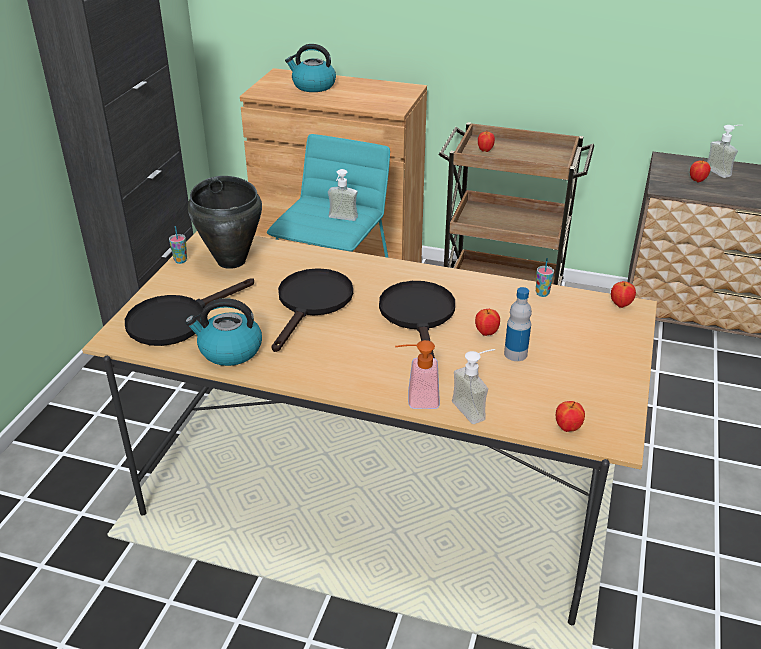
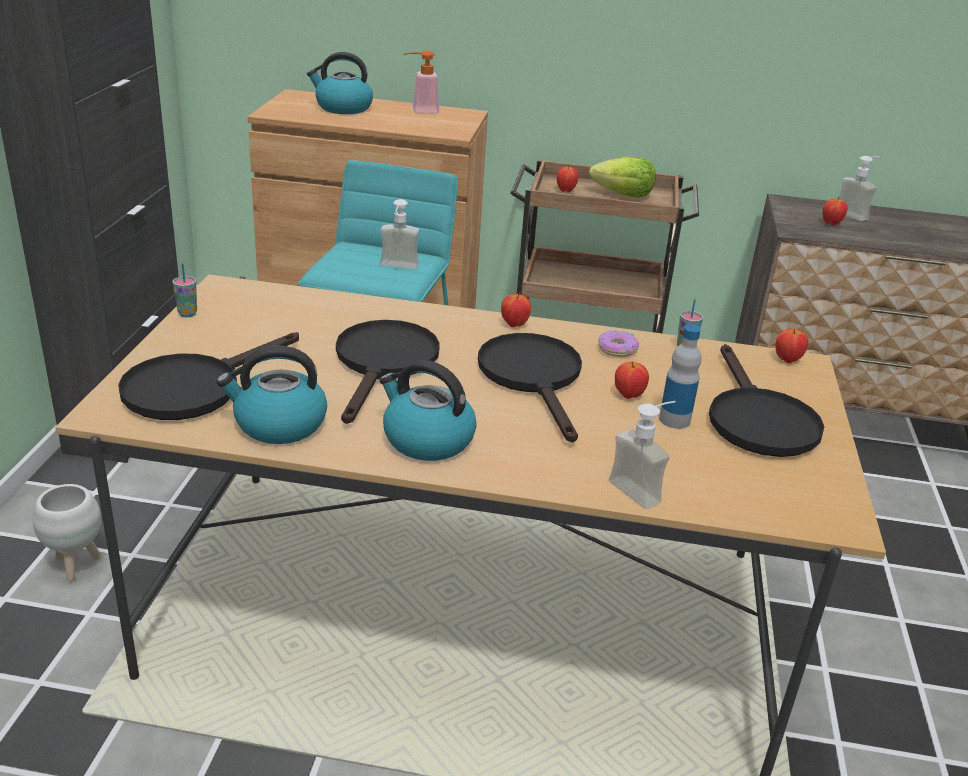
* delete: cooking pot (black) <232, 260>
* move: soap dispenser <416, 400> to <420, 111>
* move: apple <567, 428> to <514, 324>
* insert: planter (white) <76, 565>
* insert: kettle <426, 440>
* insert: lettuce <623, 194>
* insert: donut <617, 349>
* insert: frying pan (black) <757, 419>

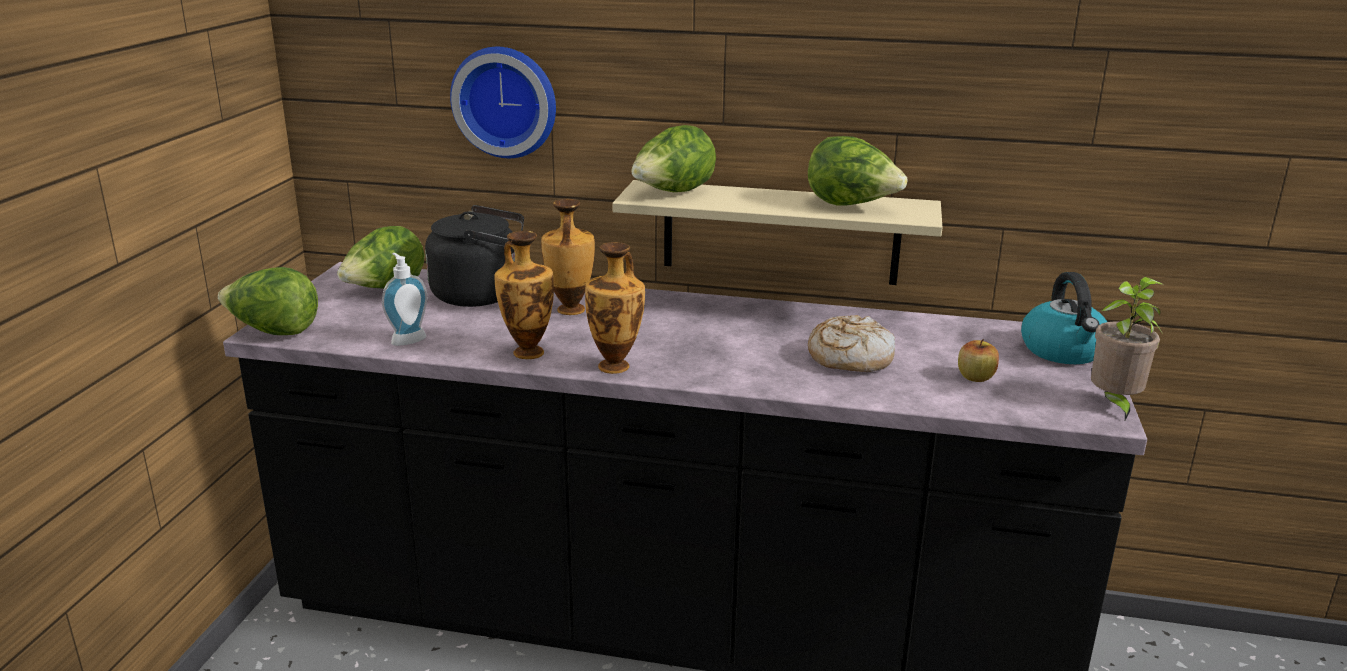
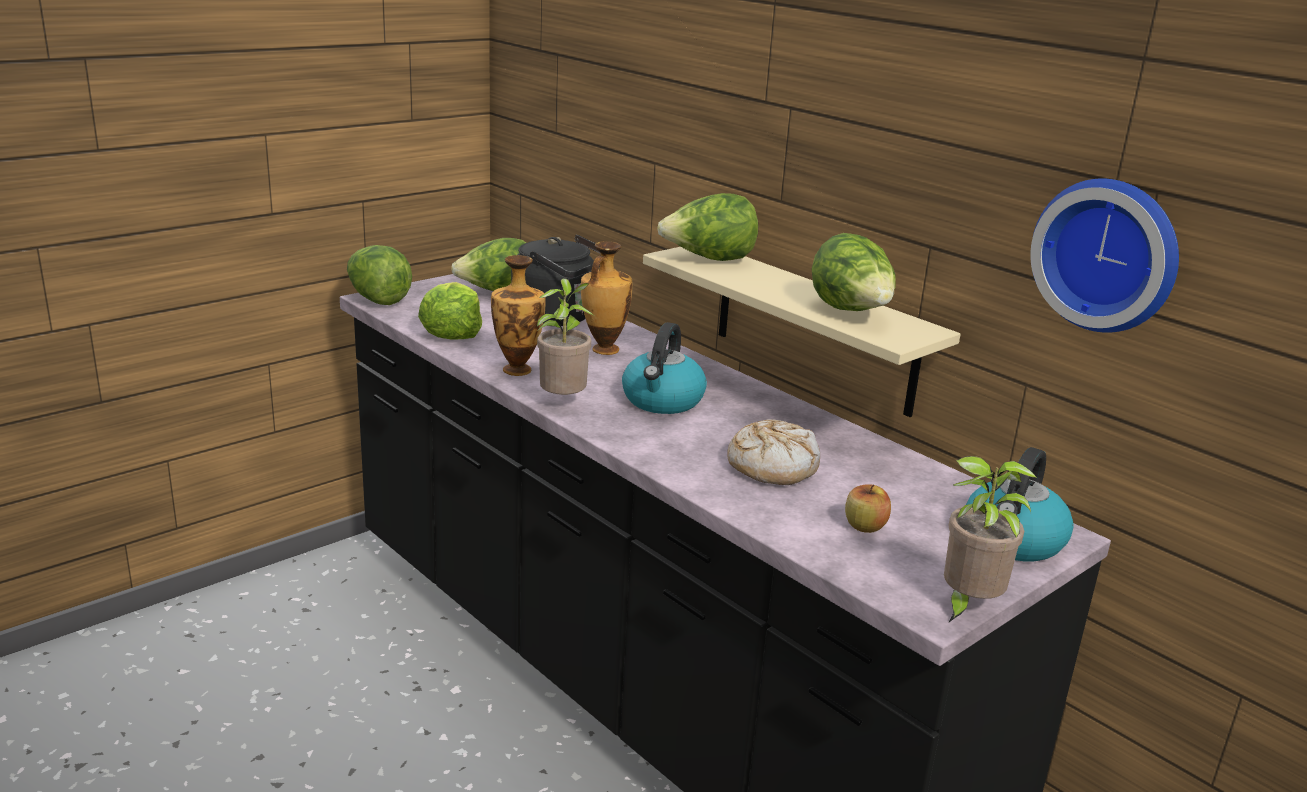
* replace: soap dispenser <407, 339> to lettuce <451, 332>
* move: wall clock <506, 101> to <1108, 254>
* replace: vase <616, 366> to potted plant <563, 402>
* insert: kettle <663, 401>

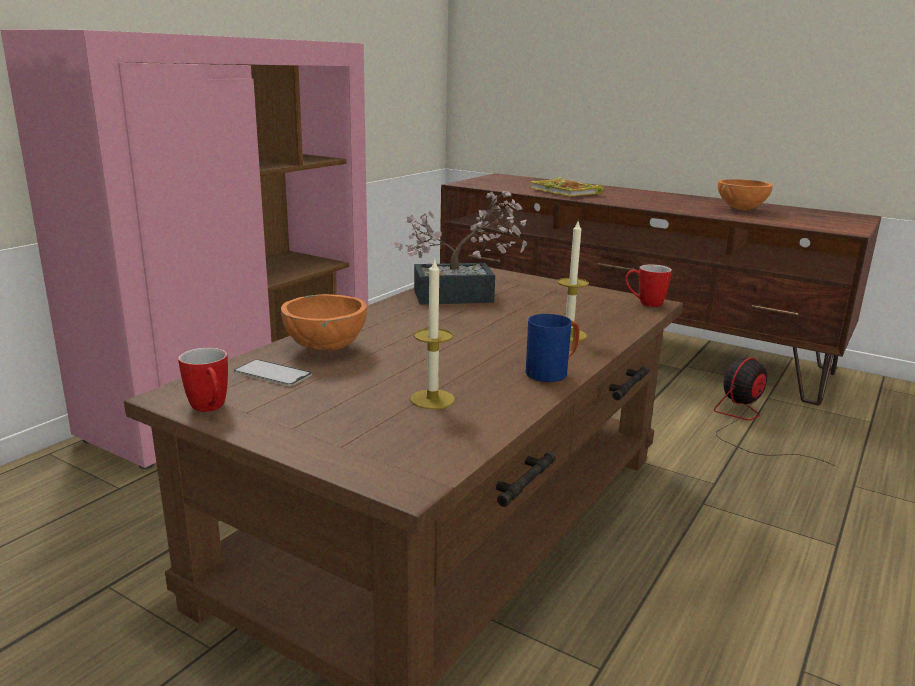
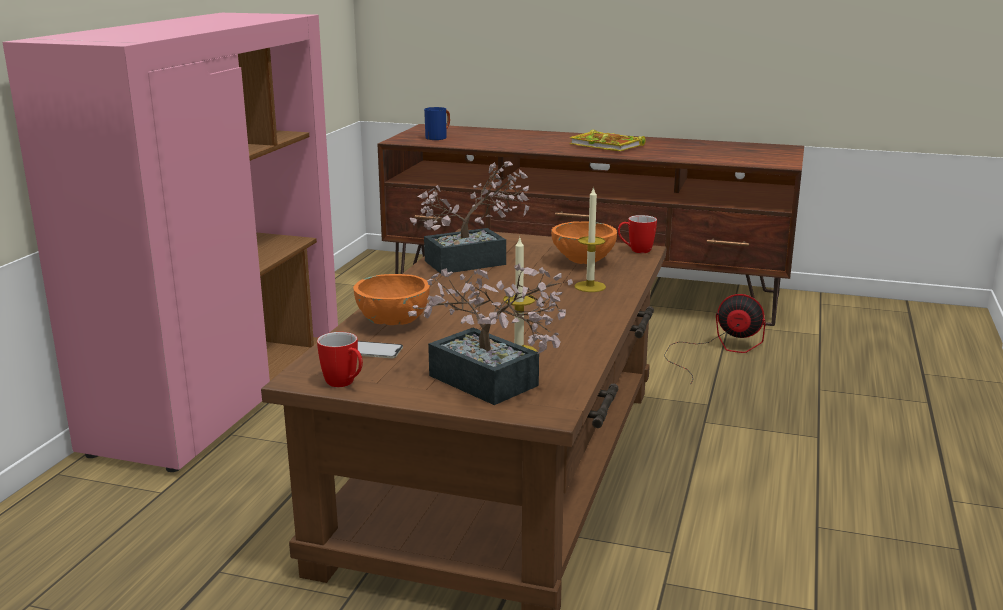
* move: mug (blue) <552, 373> to <439, 137>
* move: book <566, 192> to <608, 145>
* rotate: fan <747, 423> = <718, 350> 75 degrees clockwise
* move: bowl (orange) <741, 209> to <583, 262>
* insert: potted plant <491, 385>

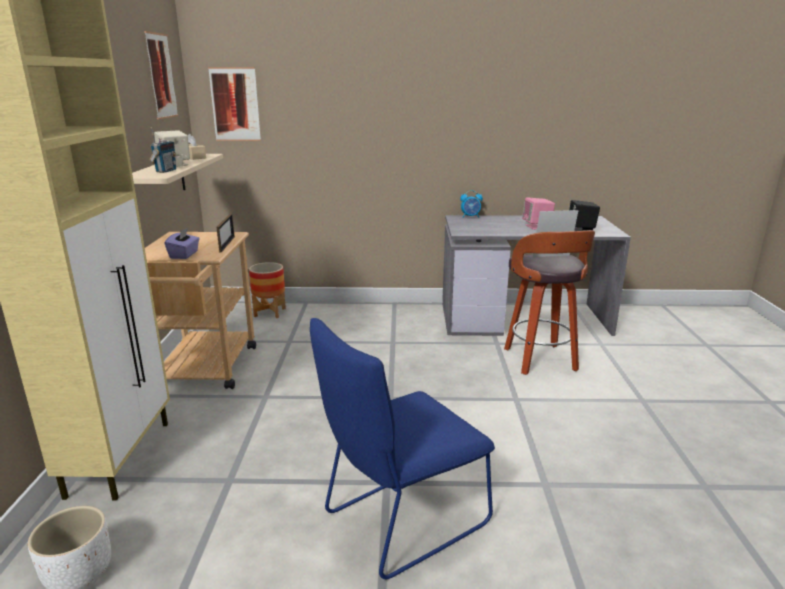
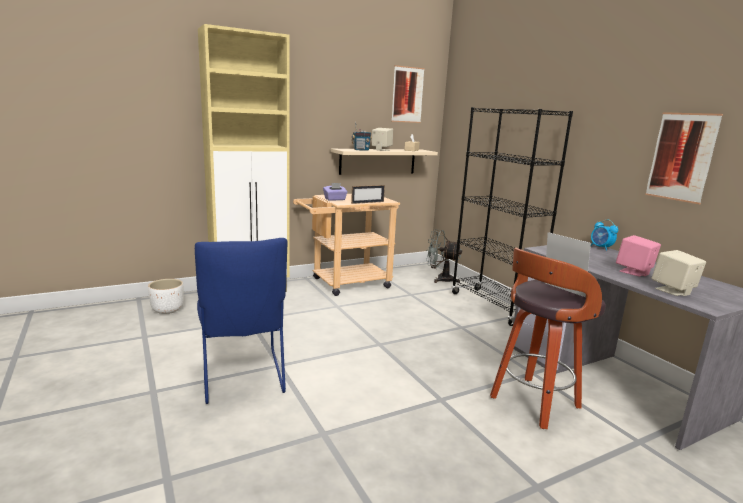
* move: picture <235, 104> to <681, 157>
* replace: planter <270, 312> to fan (grey) <440, 279>
* rotate: chair (blue) <400, 521> = <243, 378> 135 degrees counterclockwise
* recolor: speaker (black) <581, 230> to speaker (beige) <673, 291>
* insert: bookcase (black) <493, 306>

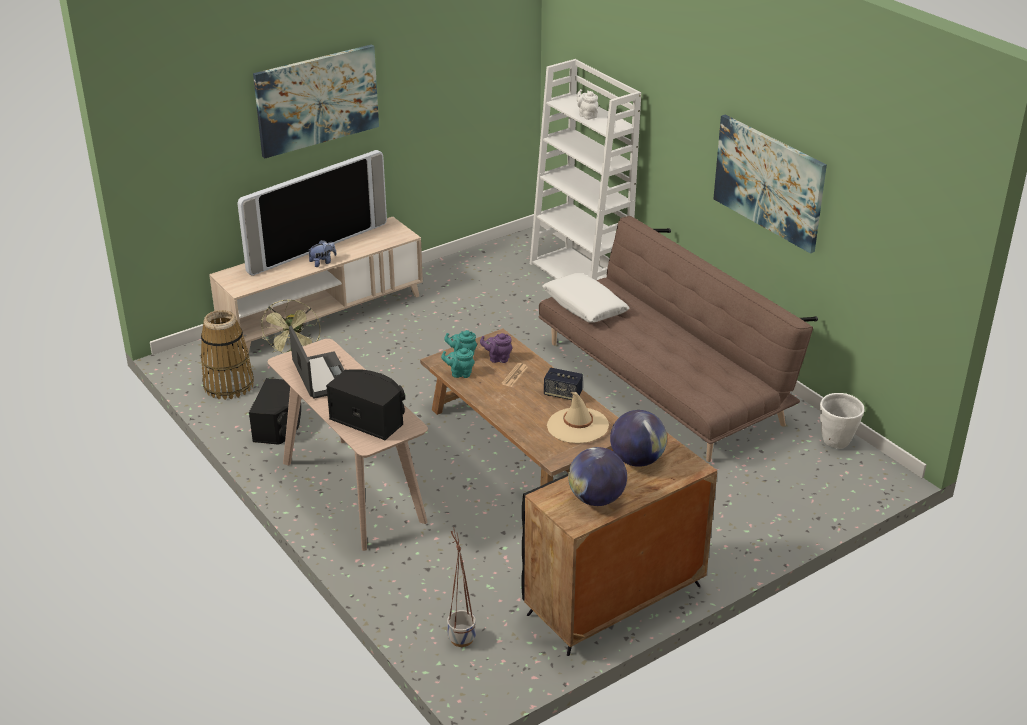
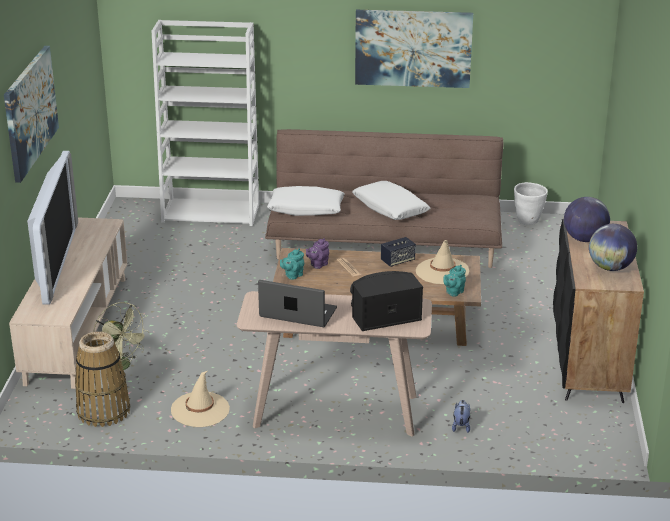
* replace: speaker (black) <279, 426> to hat (beige) <200, 410>
* move: plush toy <323, 262> to <461, 426>
* move: teapot (turquoise) <460, 373> to <453, 292>
* delete: planter <461, 638>
* delete: teapot (white) <587, 115>
* insert: pillow (white) <390, 208>

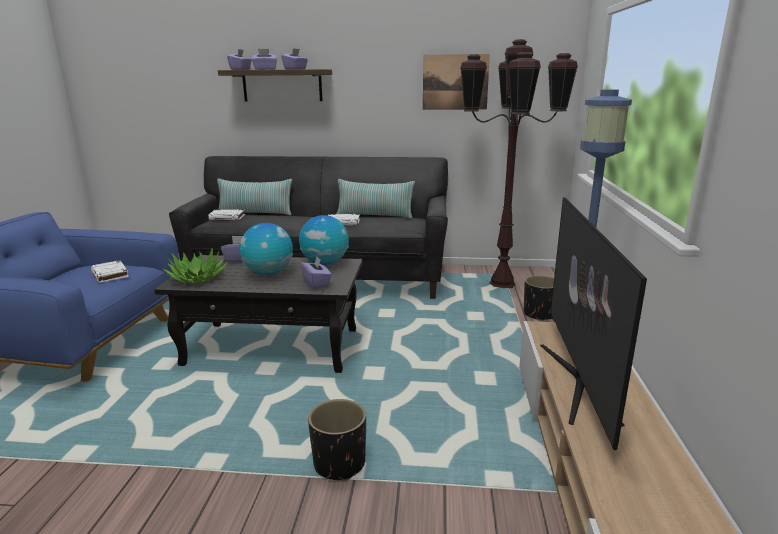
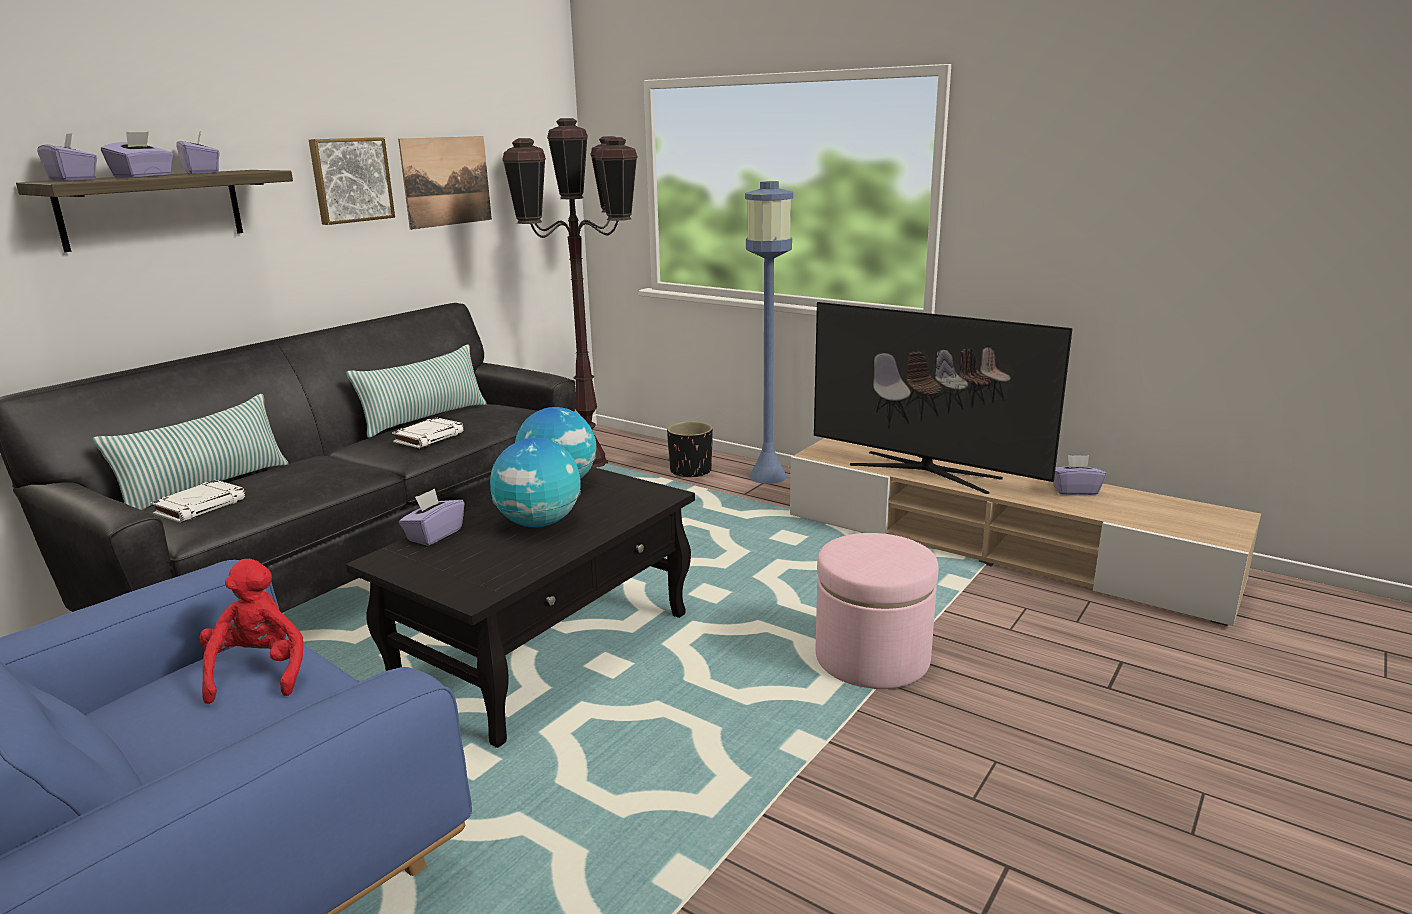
* replace: book (white) <110, 274> to plush toy (red) <259, 672>
* delete: potted plant <197, 278>
* move: tissue box (purple) <316, 283> to <1075, 490>
* replace: planter (black) <339, 464> to ottoman (pink) <872, 658>
* insert: picture <350, 180>

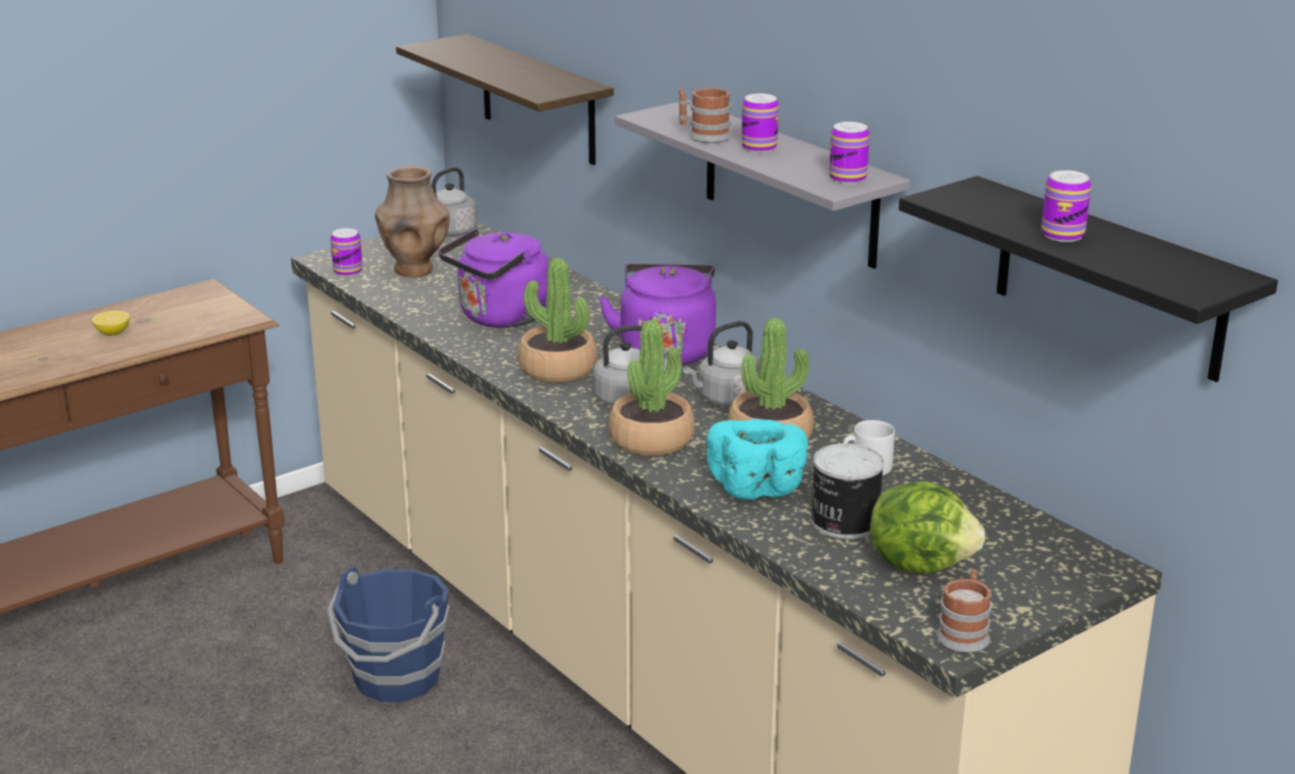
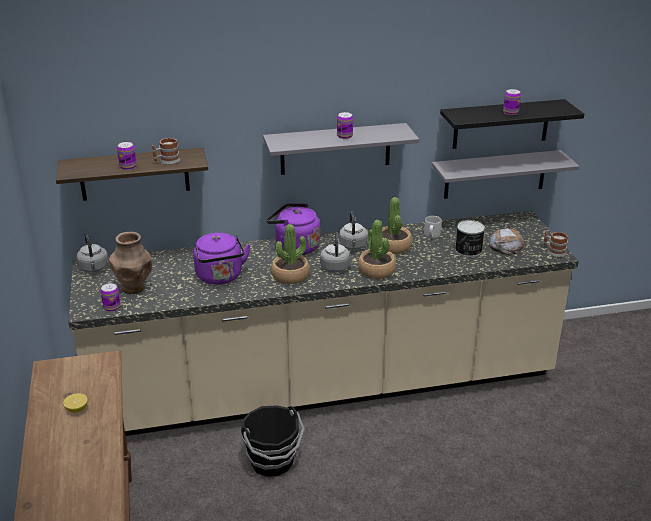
* recolor: bucket (blue) <396, 679> to bucket (black) <272, 462>
* move: mug <703, 135> to <166, 161>
* delete: bowl (turquoise) <757, 487>
* move: can <847, 178> to <128, 167>
* replace: lettuce <920, 563> to bread <506, 245>
* insert: shelf (grey) <495, 174>

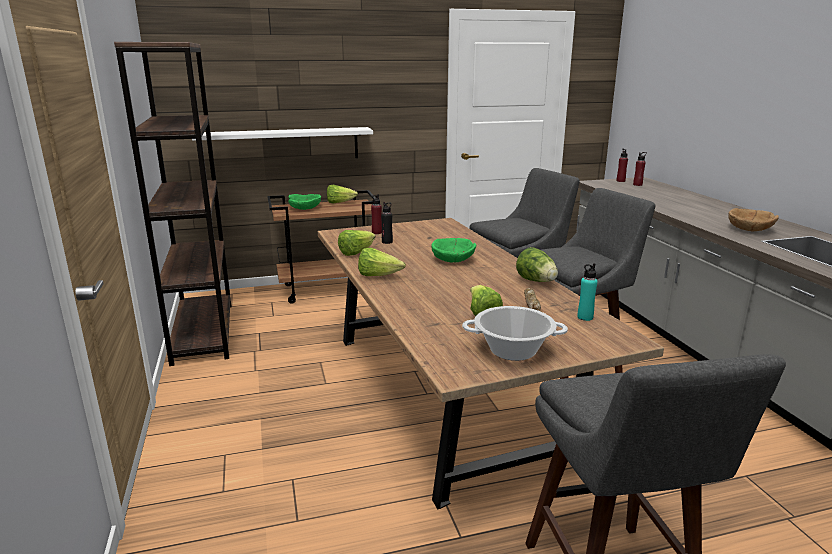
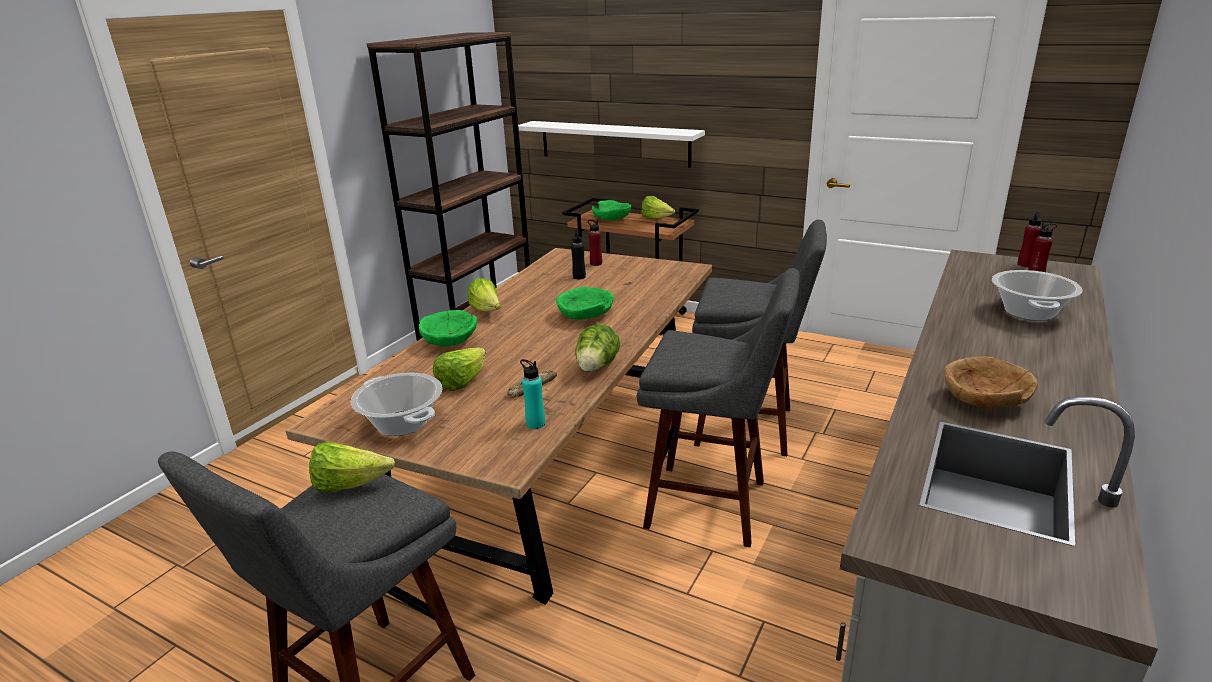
* move: lettuce <356, 253> to <350, 485>
* insert: bowl (green) <450, 340>
* insert: cooking pot <1028, 312>

